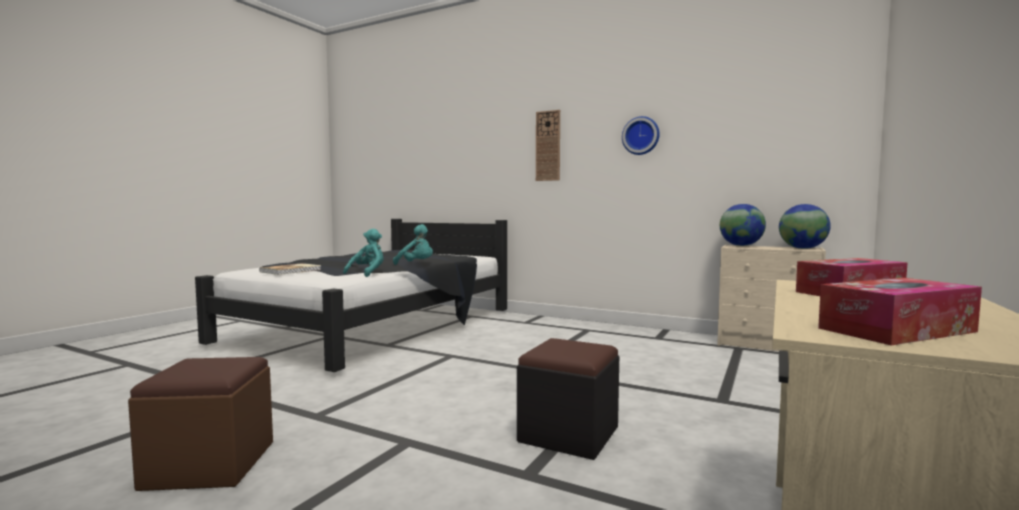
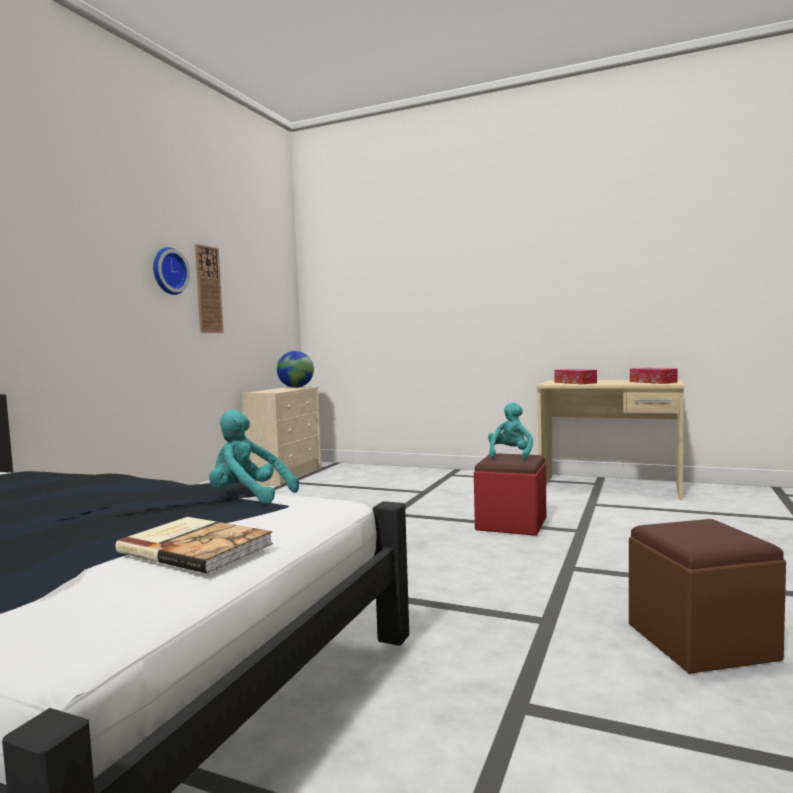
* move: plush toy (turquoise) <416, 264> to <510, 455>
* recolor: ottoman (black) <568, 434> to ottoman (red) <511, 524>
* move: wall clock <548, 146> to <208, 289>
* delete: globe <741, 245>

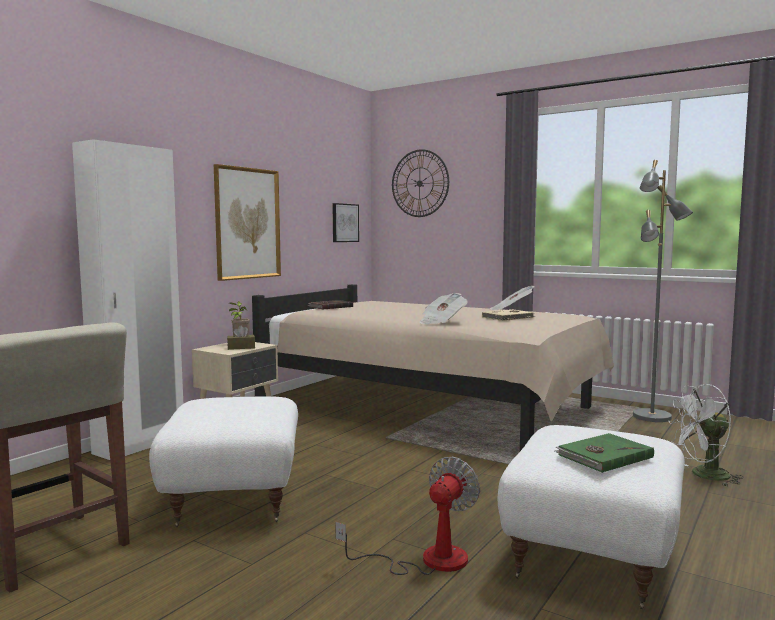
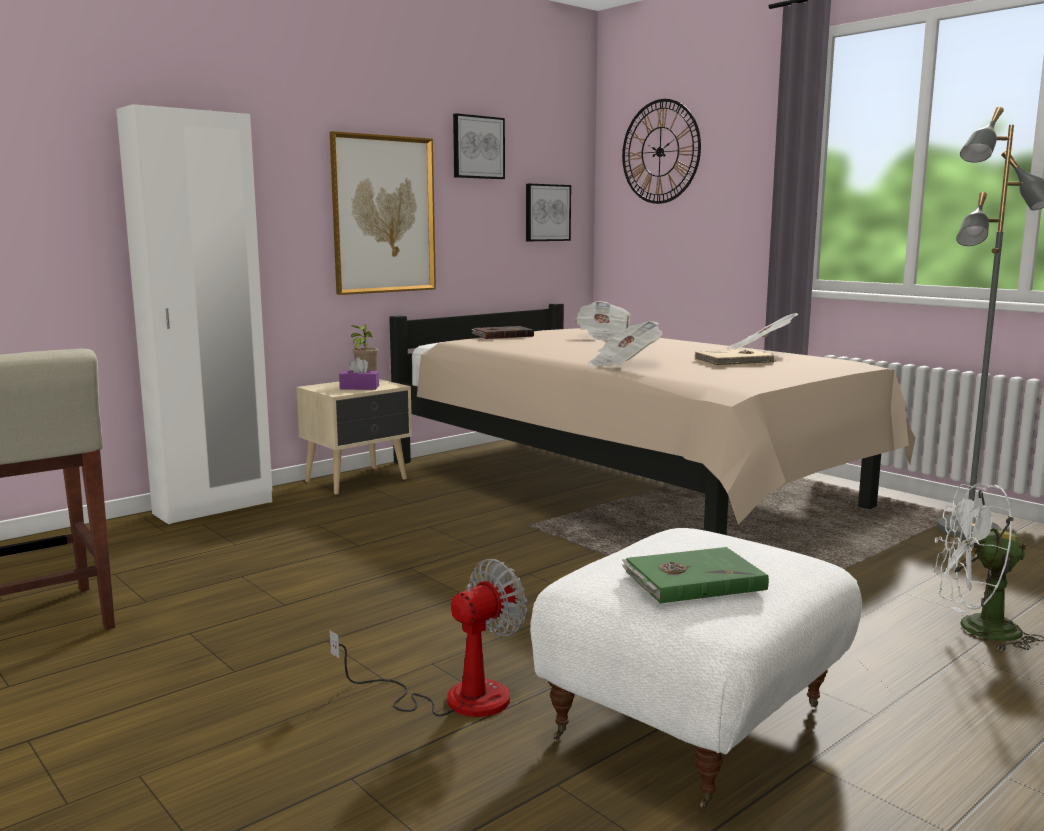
* delete: ottoman (white) <232, 496>
* recolor: tissue box (brown) <241, 347> to tissue box (purple) <359, 387>
* insert: picture <478, 147>
* insert: newspaper <602, 337>

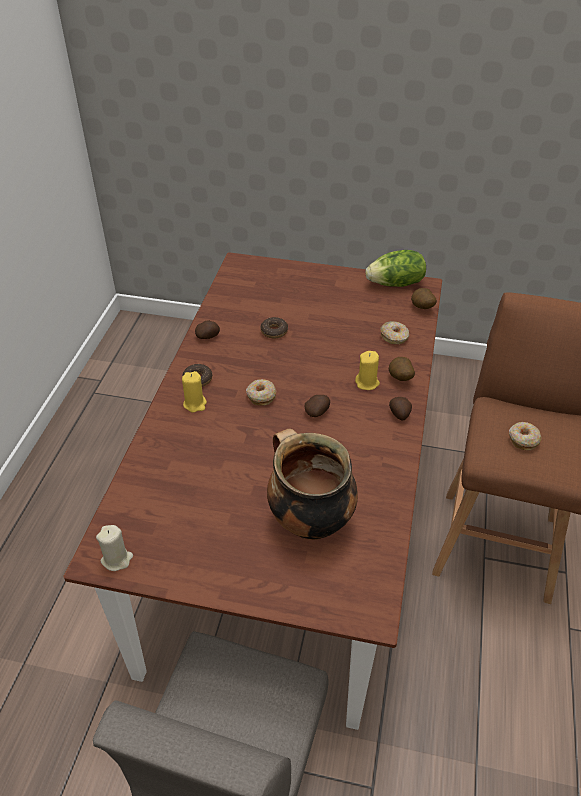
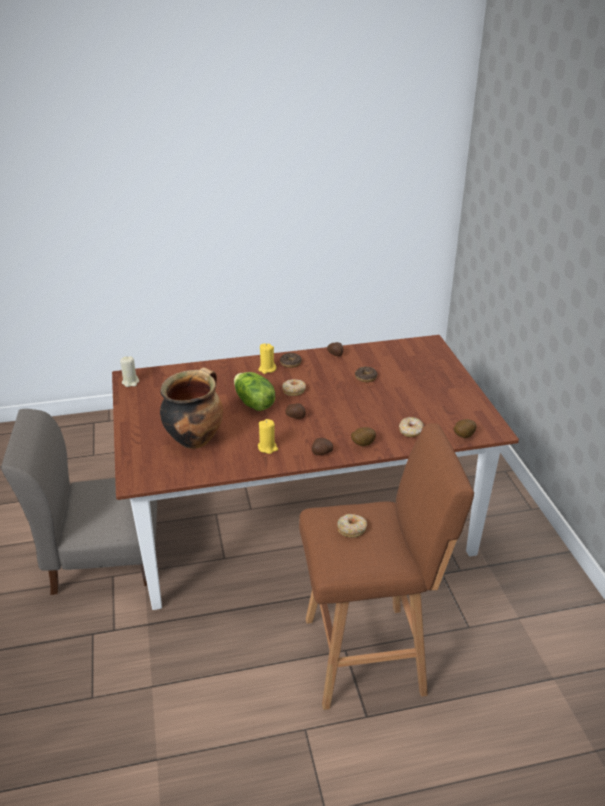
* move: candle (yellow) <367, 383> to <267, 447>
* move: lettuce <396, 284> to <253, 403>

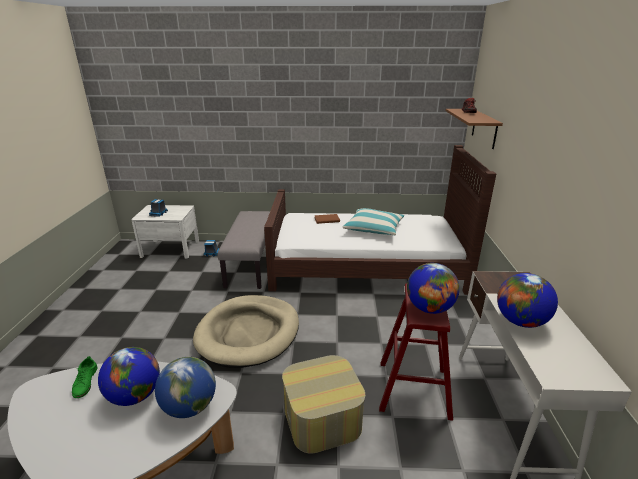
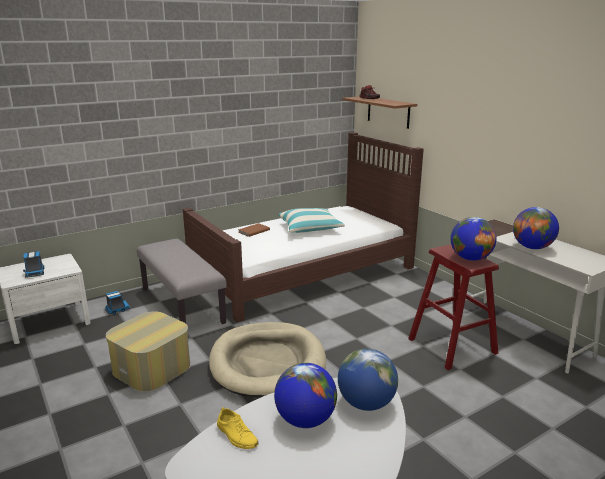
* recolor: shoe (green) <85, 382> to shoe (yellow) <236, 435>
* move: ottoman <322, 418> to <152, 367>

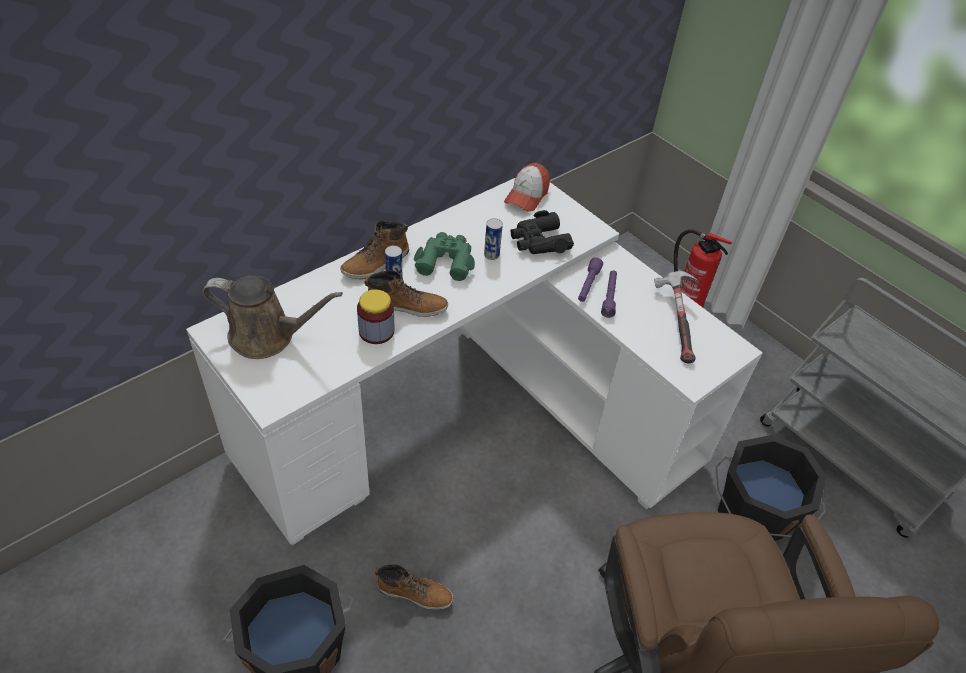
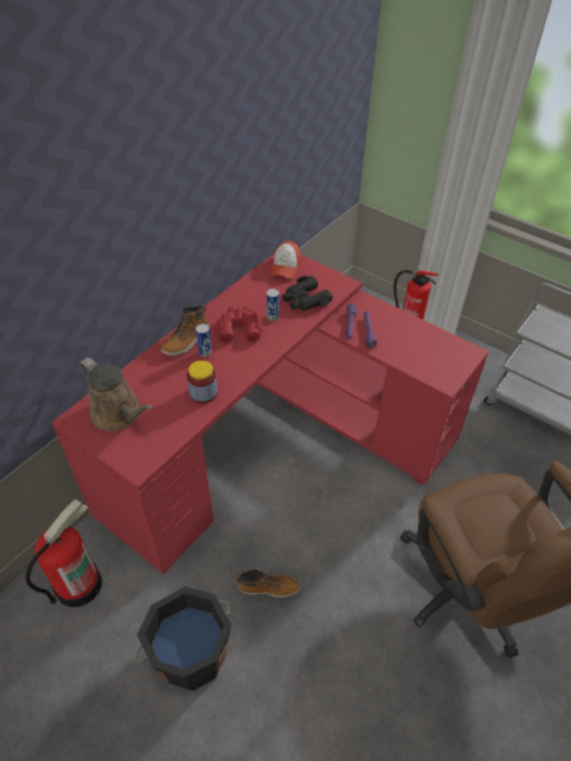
* recolor: desk (white) <472, 413> to desk (red) <273, 441>
* rotate: watering can (brown) <268, 336> = <119, 414> 45 degrees clockwise
* delete: boot <407, 306>
* recolor: binoculars (green) <446, 261> to binoculars (red) <239, 328>
* delete: hammer <677, 321>
* delete: bucket (black) <752, 514>
* insert: fire extinguisher <78, 584>

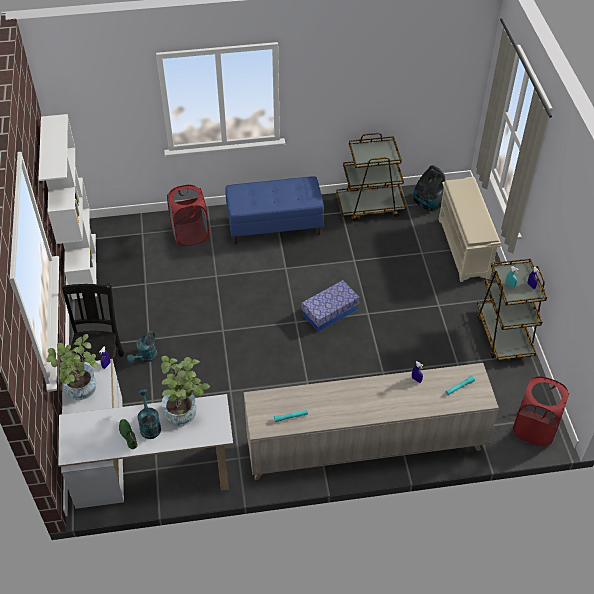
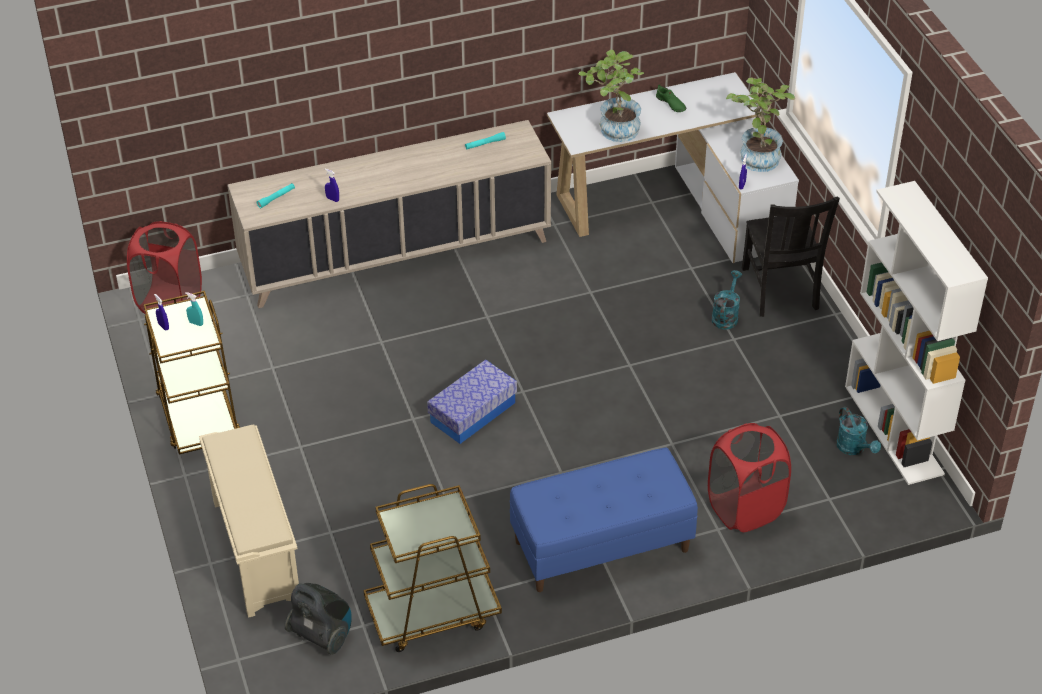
* move: watering can (turquoise) <149, 425> to <854, 448>

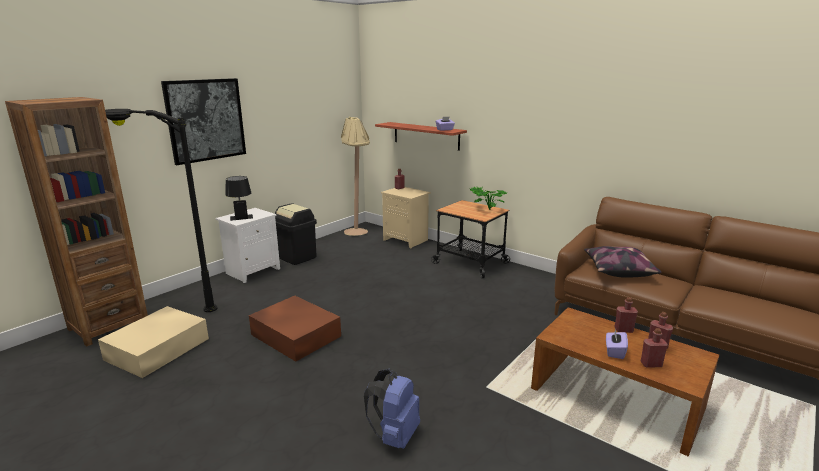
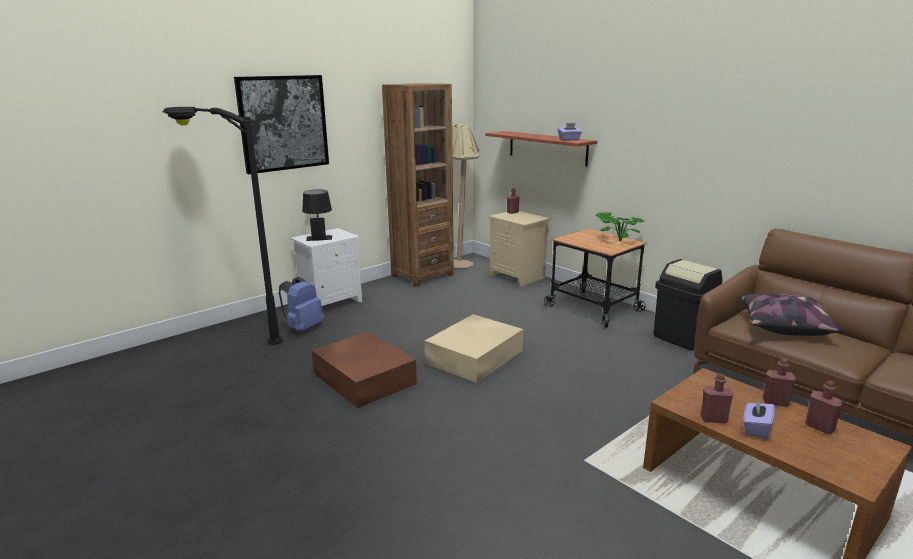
* move: bookcase (brown) <108, 325> to <422, 275>
* move: storage box (beige) <159, 348> to <475, 356>
* move: trash can (black) <297, 257> to <683, 337>
* move: backpack (blue) <394, 436> to <303, 328>
* move: bottle (red) <651, 364> to <713, 419>

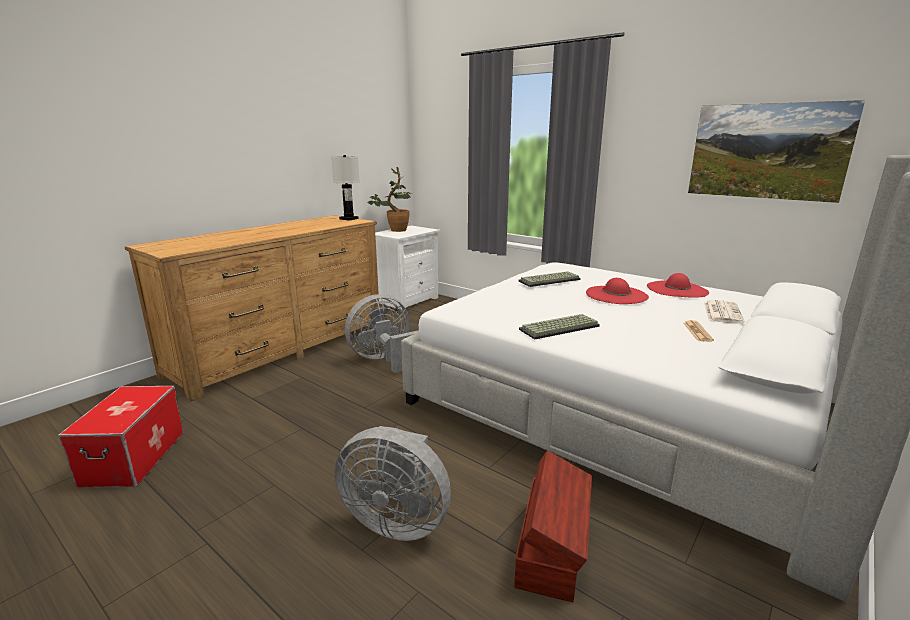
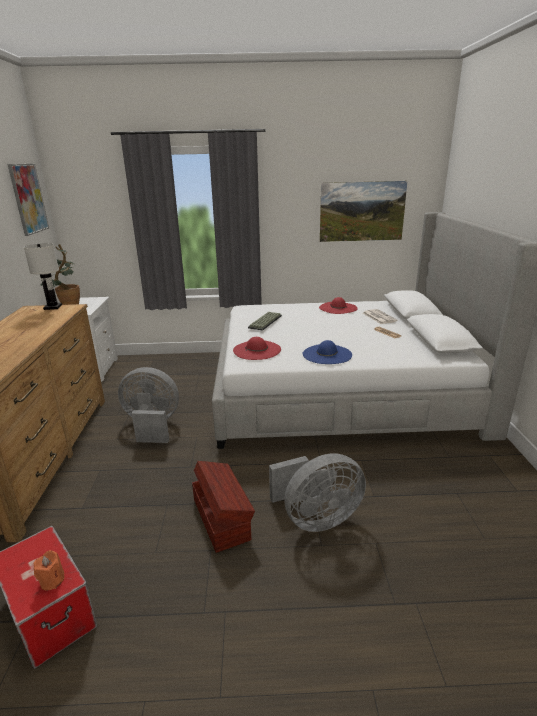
* rotate: fan (grey) <385, 360> = <152, 426> 75 degrees clockwise
* move: storage box (brown) <552, 547> to <222, 518>
* replace: keyboard <559, 328> to hat (blue) <327, 354>
* move: hat (red) <616, 295> to <257, 350>
* insert: picture <28, 199>
* insert: candle (orange) <52, 580>

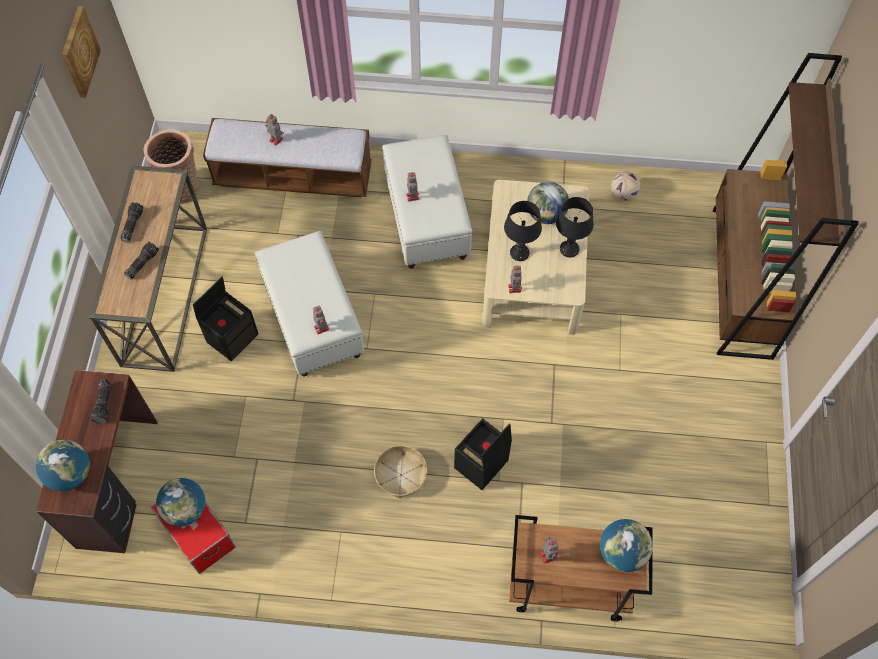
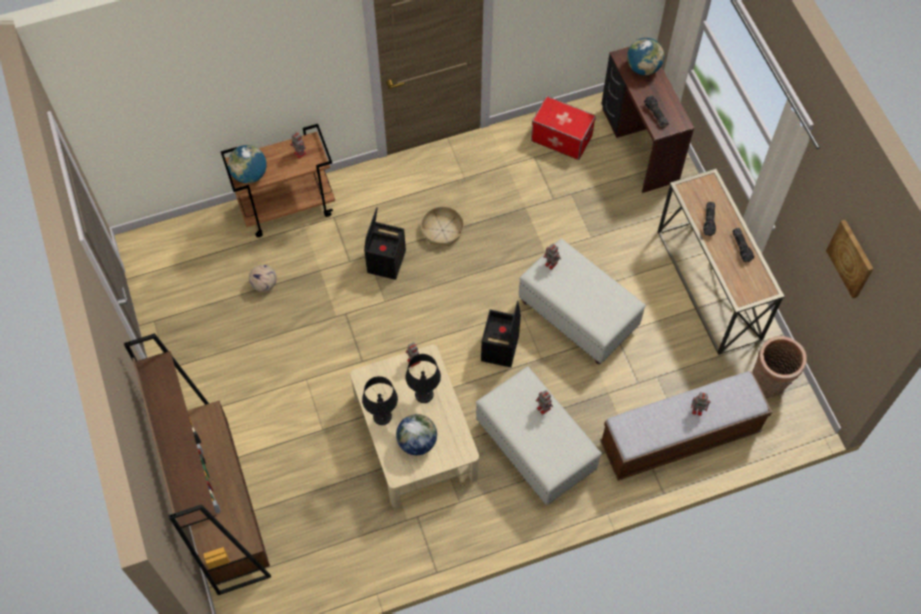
* delete: globe <185, 509>
* move: storage box (black) <232, 337> to <500, 349>
* move: football <623, 194> to <264, 284>

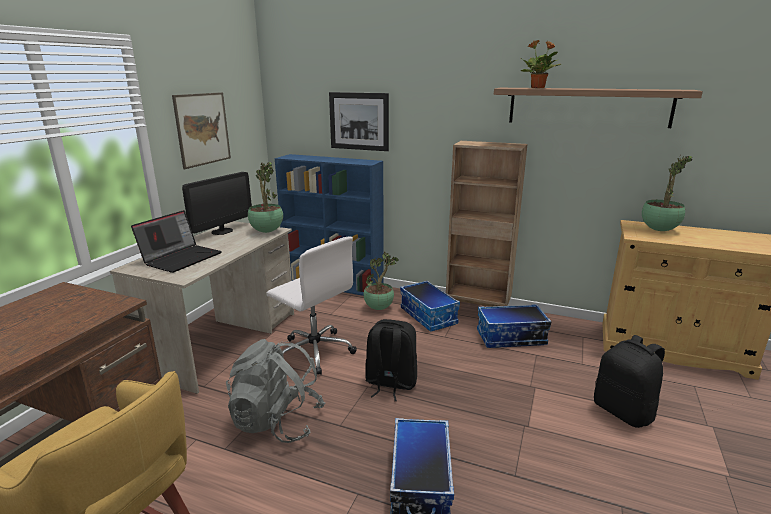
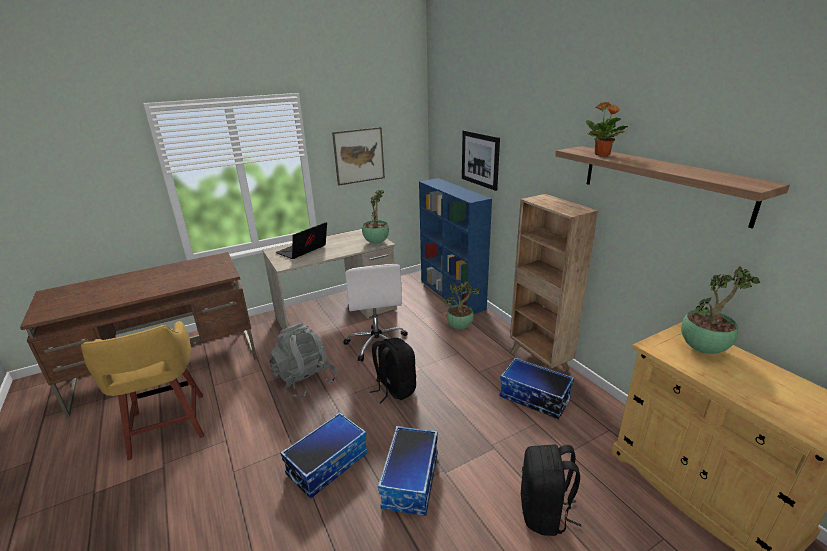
* rotate: laptop <181, 258> = <303, 251> 150 degrees clockwise
* delete: monitor <222, 231>
* move: storage box <429, 316> to <411, 481>

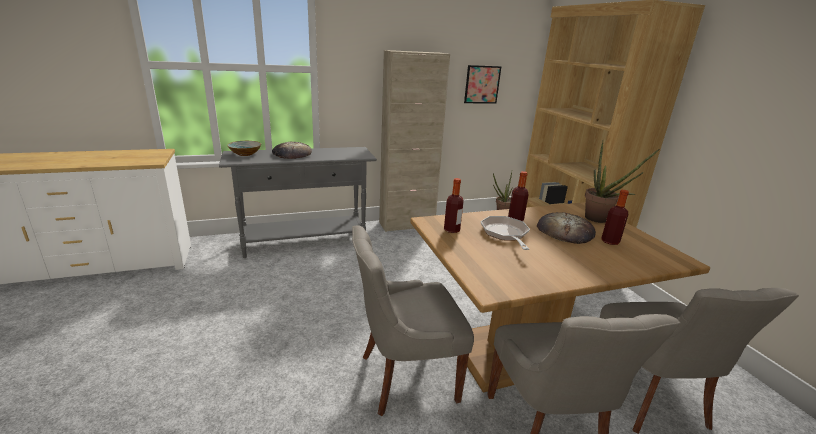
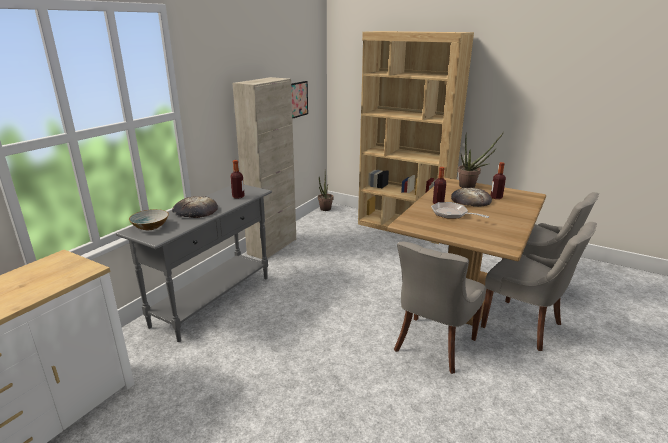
* move: bottle <452, 230> to <238, 196>

